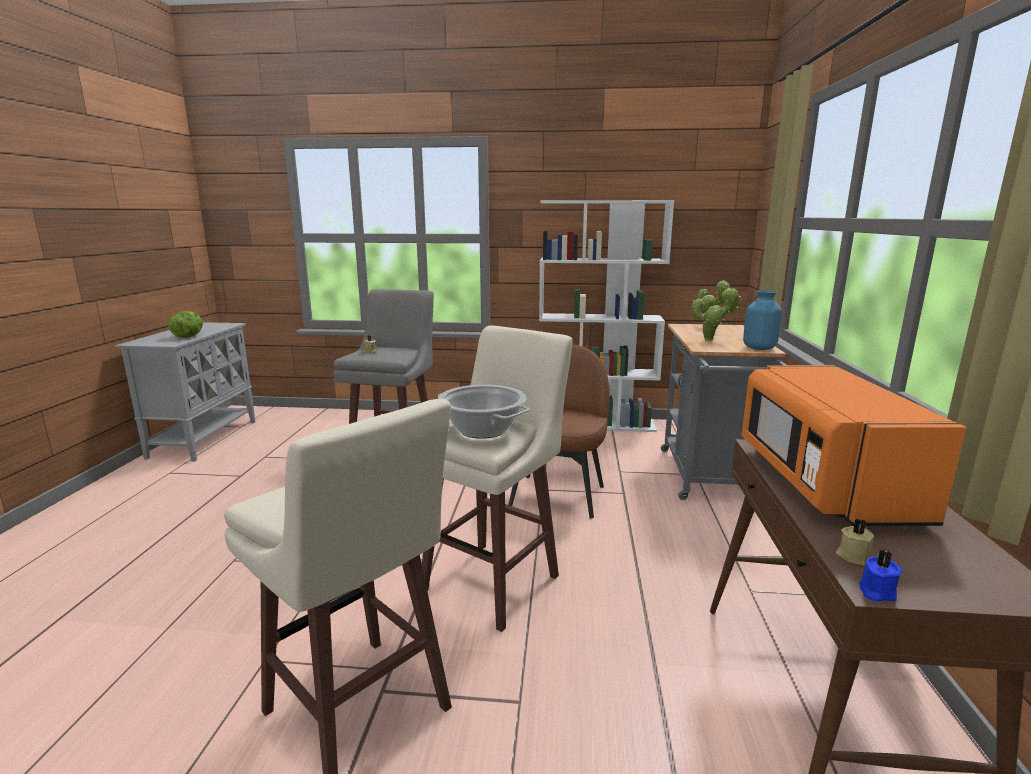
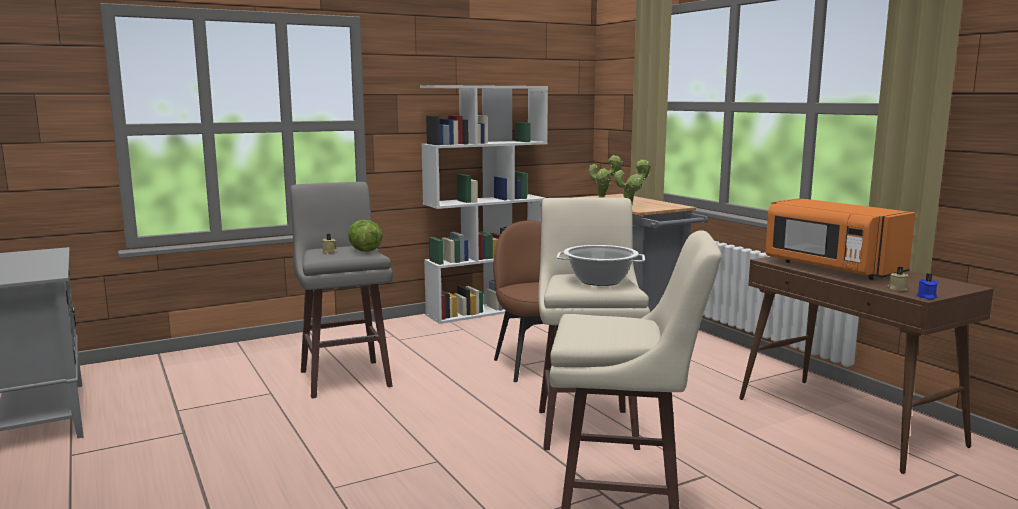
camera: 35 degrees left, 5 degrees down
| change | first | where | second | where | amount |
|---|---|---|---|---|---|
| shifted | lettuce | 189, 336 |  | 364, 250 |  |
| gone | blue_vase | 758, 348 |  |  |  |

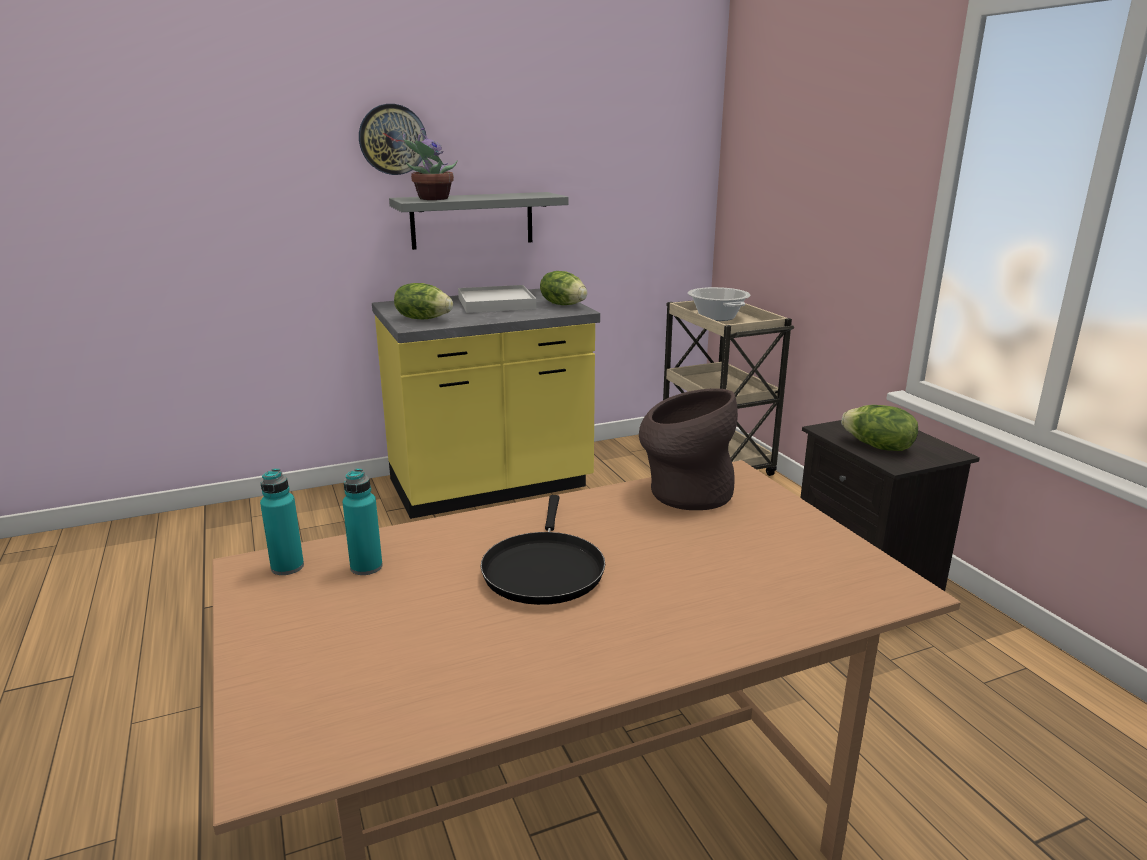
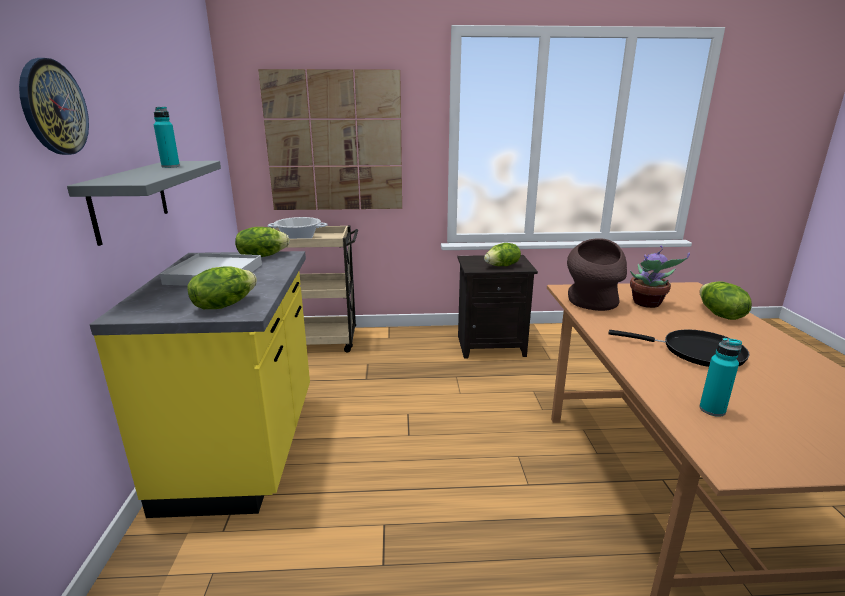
camera: 70 degrees left, 0 degrees up
| change | first | where | second | where | amount |
|---|---|---|---|---|---|
| shifted | turquoise_bottle | 287, 567 |  | 170, 166 |  |
| new |  |  | picture | 334, 142 |  |
| shifted | potted_plant | 431, 199 |  | 647, 304 |  |
| new |  |  | lettuce | 719, 314 |  |

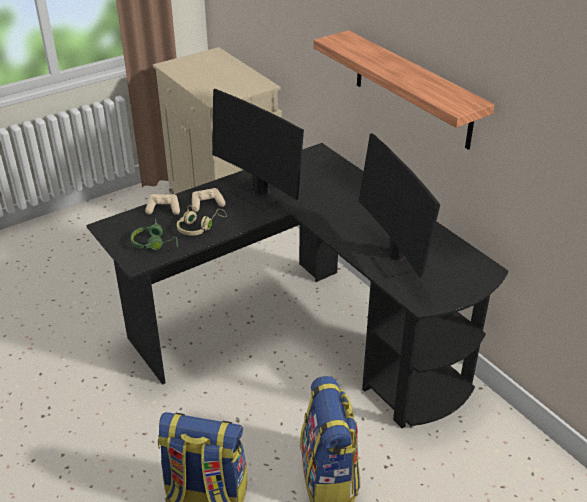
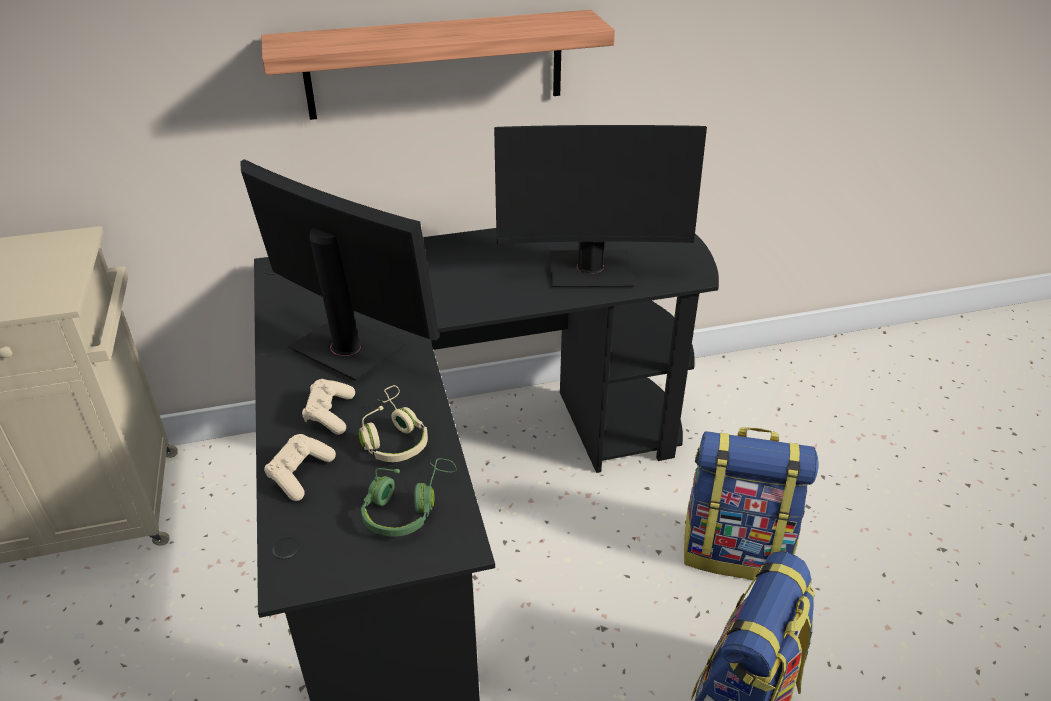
camera: 70 degrees left, 0 degrees up
| change | first | where | second | where | amount |
|---|---|---|---|---|---|
| rotated | monitor | 260, 194 |  | 347, 348 | 120 degrees counterclockwise |

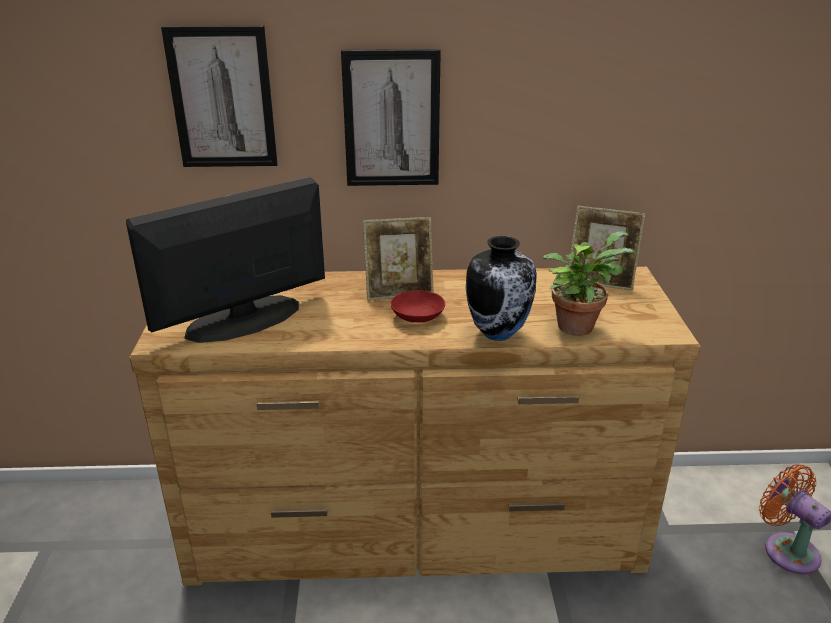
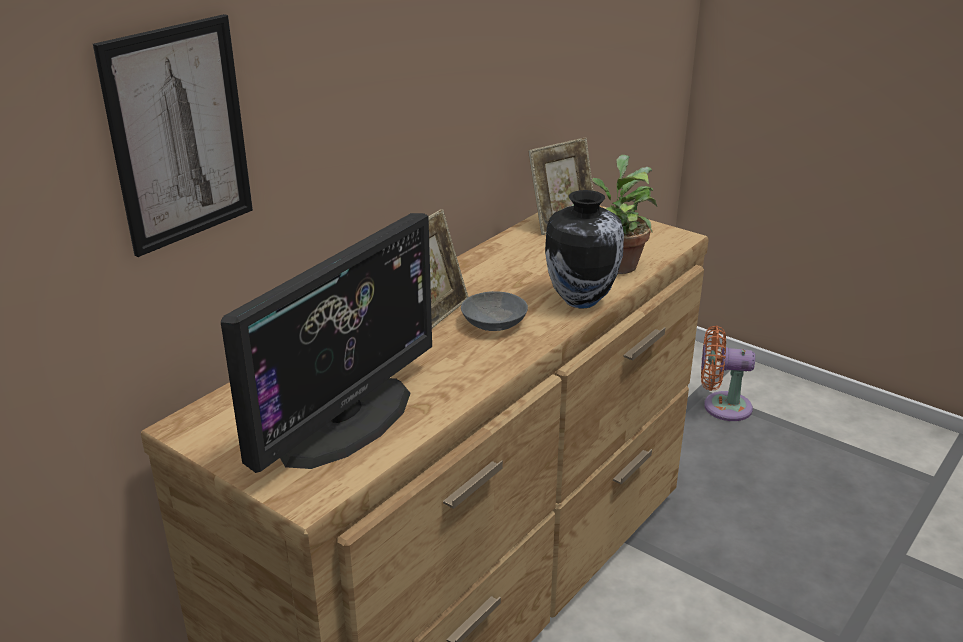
camera: 50 degrees left, 0 degrees up
| change | first | where | second | where | amount |
|---|---|---|---|---|---|
| rotated | monitor | 243, 319 |  | 346, 420 | 150 degrees counterclockwise |
| repainted | red_bowl | 418, 316 | grey_bowl | 495, 322 |  |
| gone | picture | 391, 119 |  |  |  |

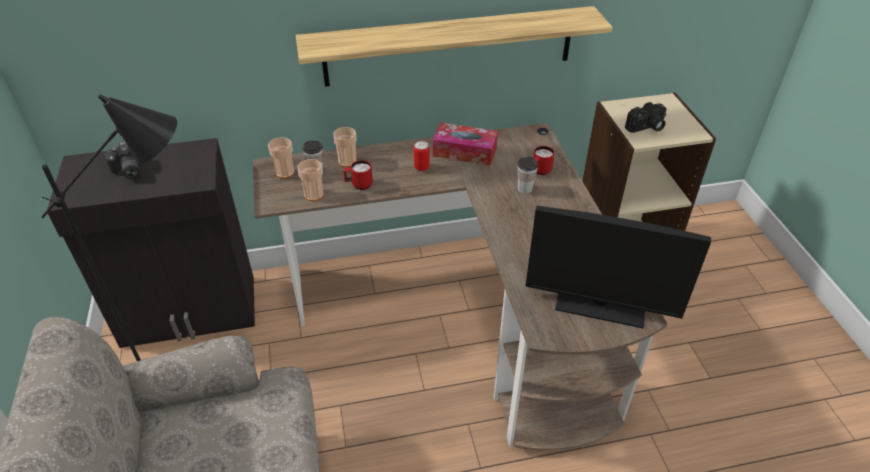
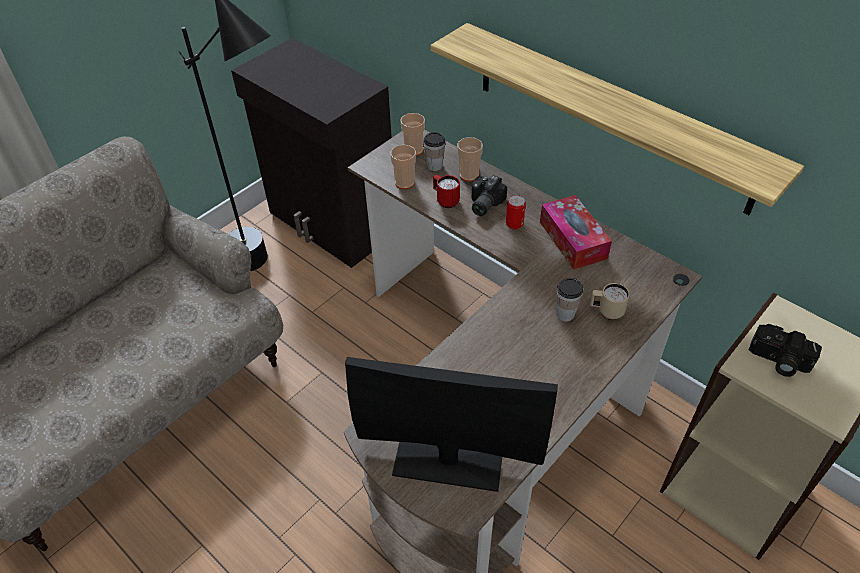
camera: 55 degrees right, 5 degrees up
| change | first | where | second | where | amount |
|---|---|---|---|---|---|
| rotated | monitor | 600, 304 |  | 448, 462 | 120 degrees clockwise |
| shifted | photo_camera | 127, 171 |  | 483, 204 |  |
| repainted | red_mug | 539, 172 | beige_mug | 606, 312 |  |

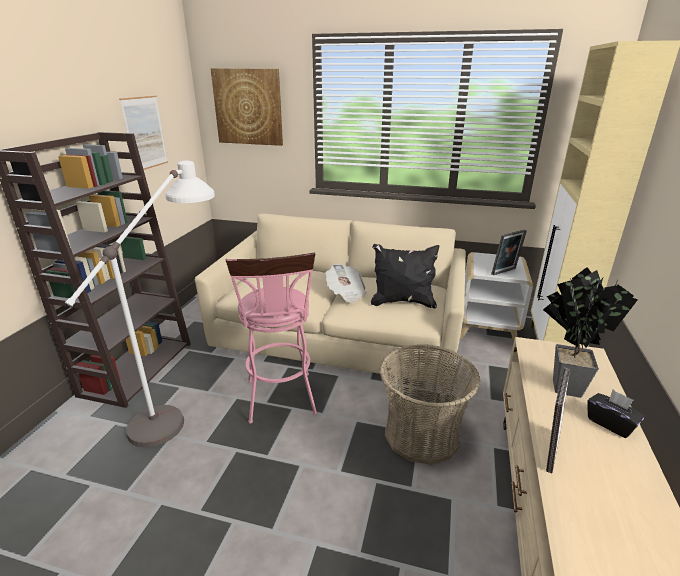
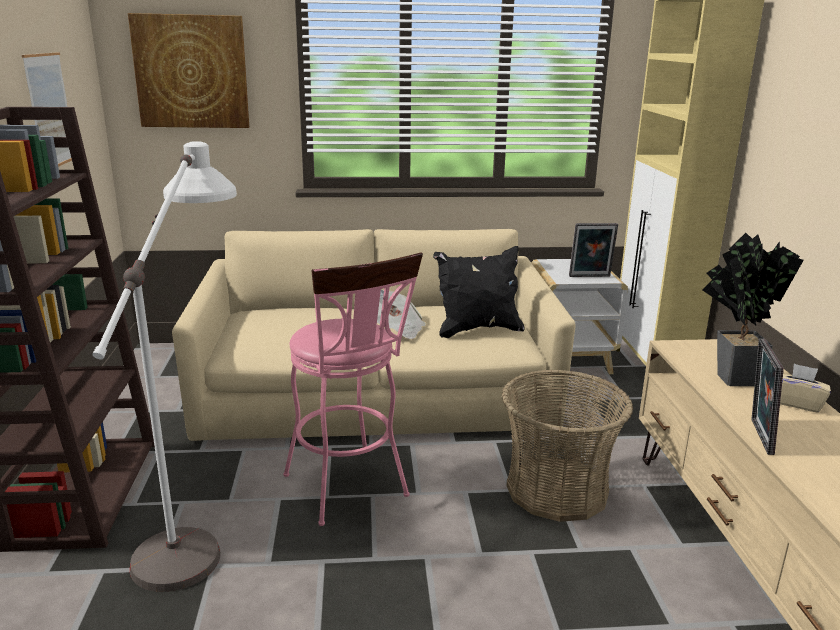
camera: 20 degrees left, 5 degrees down
| change | first | where | second | where | amount |
|---|---|---|---|---|---|
| rotated | picture_frame | 505, 272 |  | 590, 277 | 45 degrees clockwise |
| repainted | black_tissue_box | 610, 423 | beige_tissue_box | 797, 403 |  |

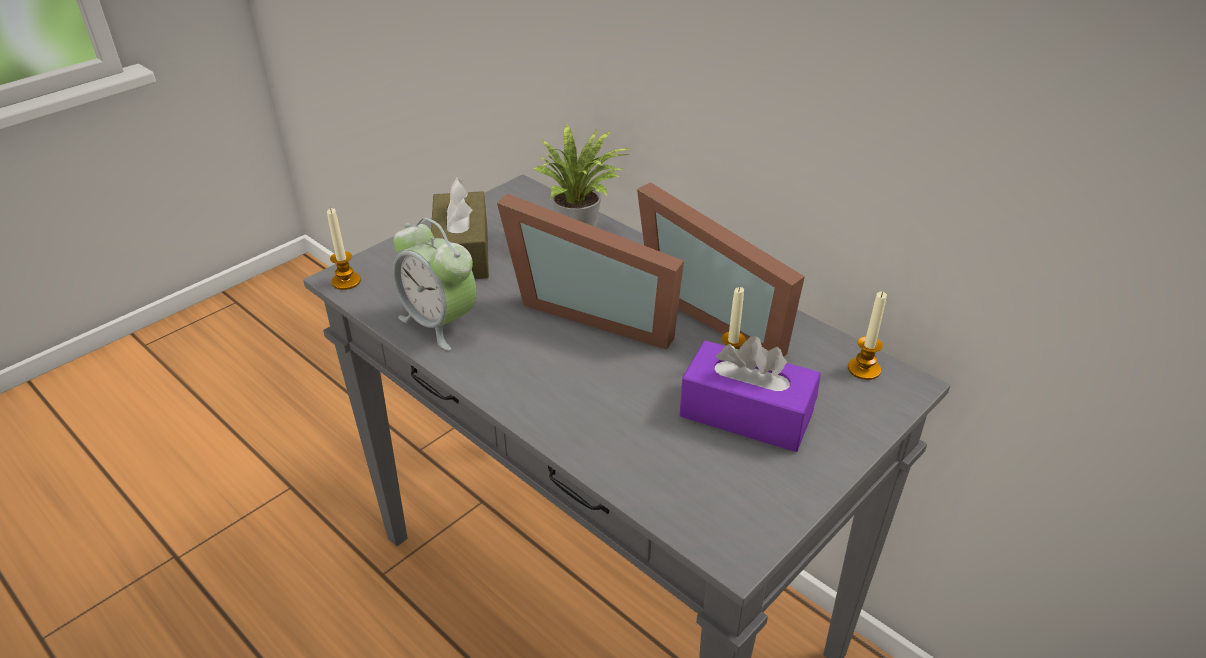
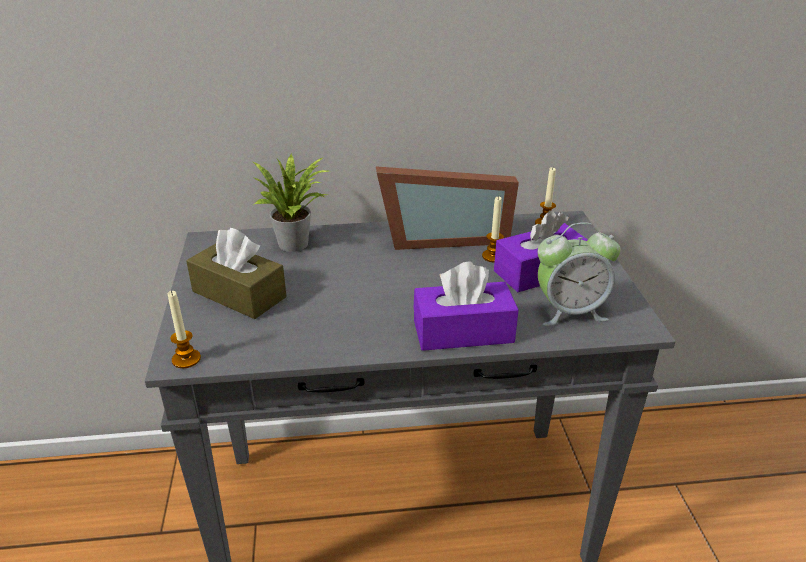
camera: 50 degrees left, 5 degrees down
| change | first | where | second | where | amount |
|---|---|---|---|---|---|
| new |  |  | purple_tissue_box | 463, 332 |  |
| shifted | alarm_clock | 440, 323 |  | 570, 312 |  |
| gone | picture_frame | 597, 309 |  |  |  |

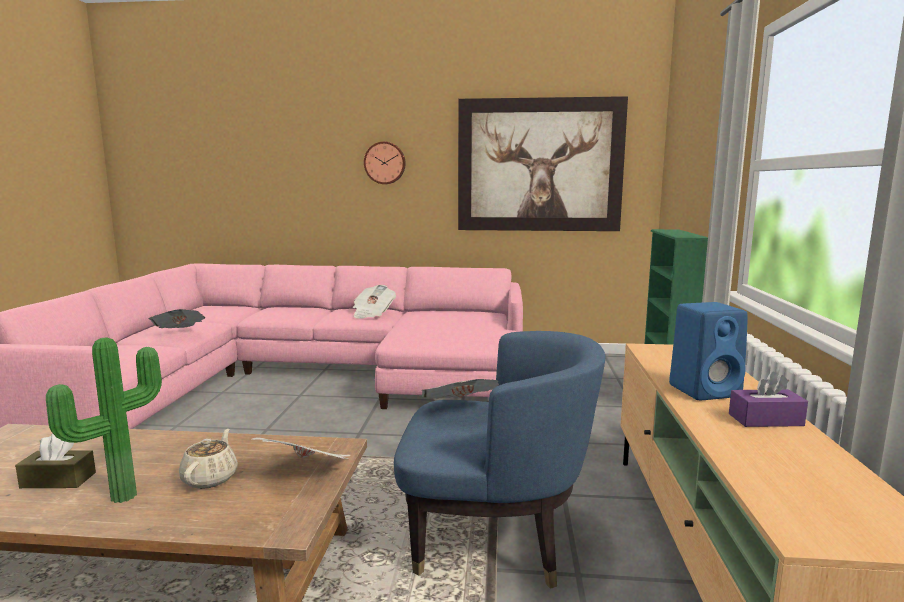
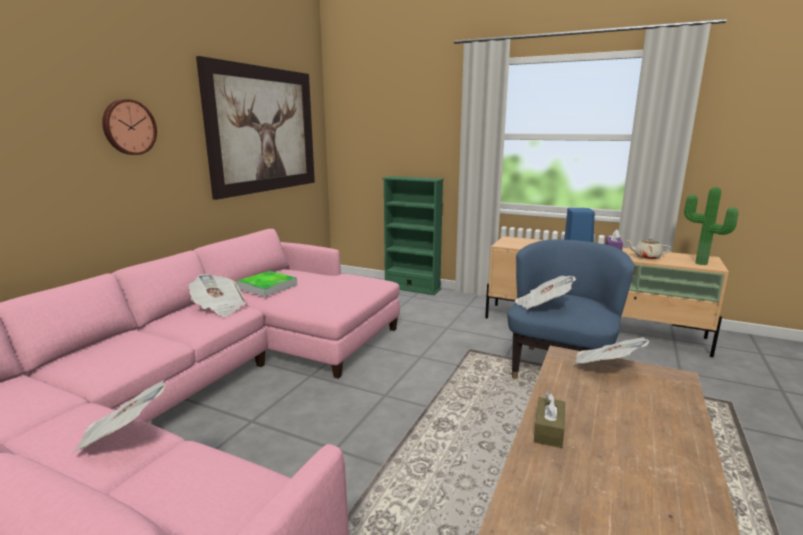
camera: 70 degrees left, 5 degrees up
| change | first | where | second | where | amount |
|---|---|---|---|---|---|
| new |  |  | tray | 267, 286 |  |
| shifted | brown_tissue_box | 58, 480 |  | 548, 430 |  |
| shifted | beige_teapot | 210, 478 |  | 646, 257 |  |
| shifted | potted_plant | 121, 495 |  | 700, 264 |  |

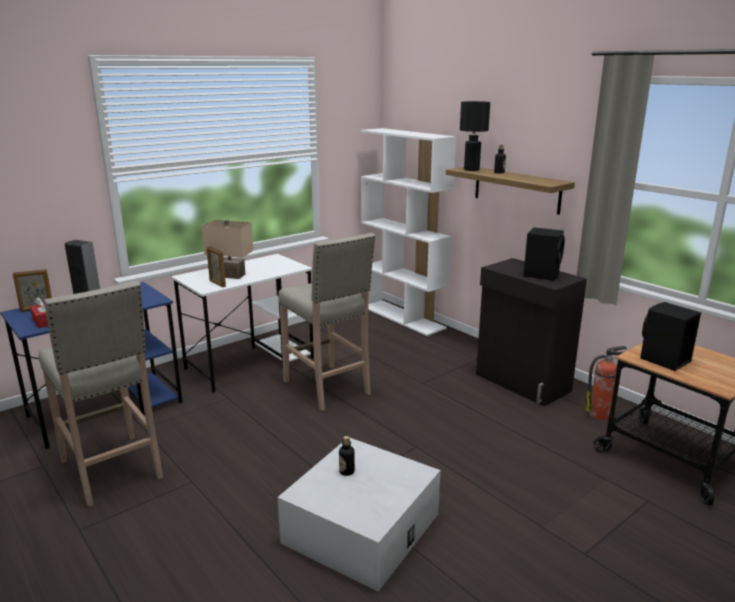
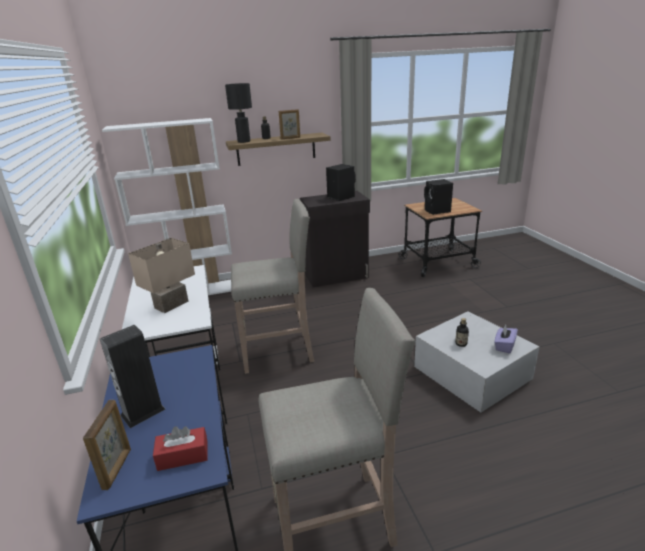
camera: 65 degrees left, 5 degrees up
| change | first | where | second | where | amount |
|---|---|---|---|---|---|
| shifted | picture_frame | 217, 284 |  | 290, 138 |  |
| new |  |  | purple_tissue_box | 504, 346 |  |
| gone | fire_extinguisher | 601, 414 |  |  |  |

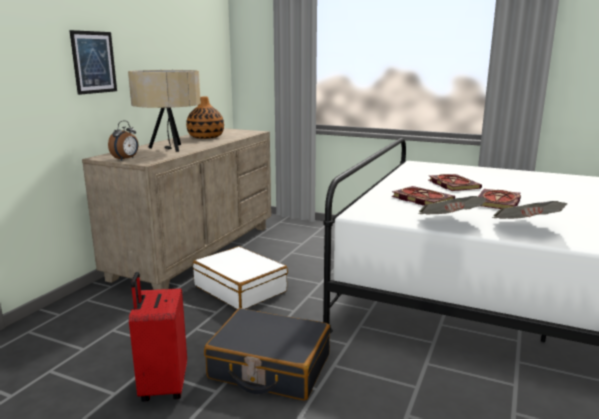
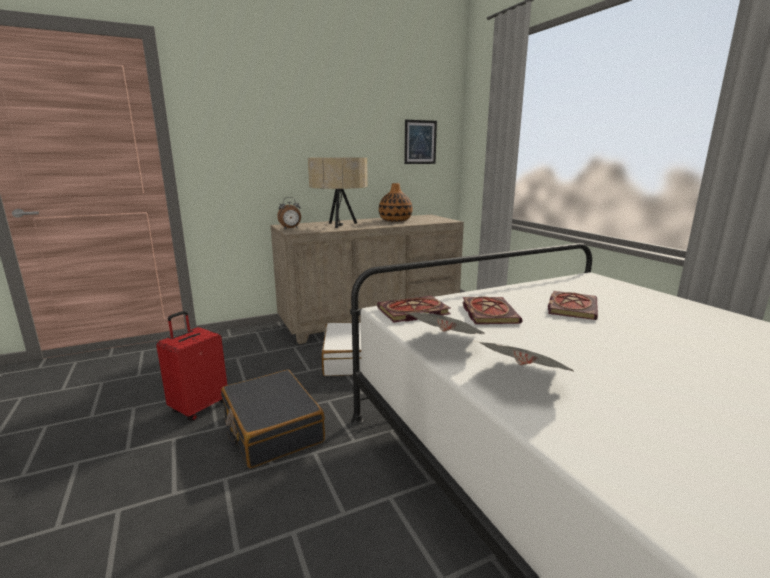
camera: 40 degrees right, 0 degrees up
| change | first | where | second | where | amount |
|---|---|---|---|---|---|
| shifted | book | 498, 202 |  | 412, 312 |  |
| shifted | picture | 94, 62 |  | 420, 142 |  |

